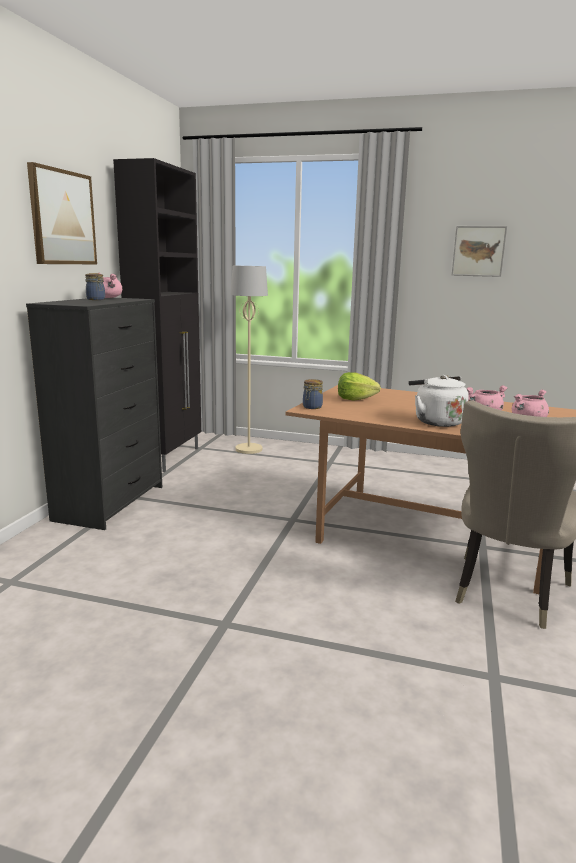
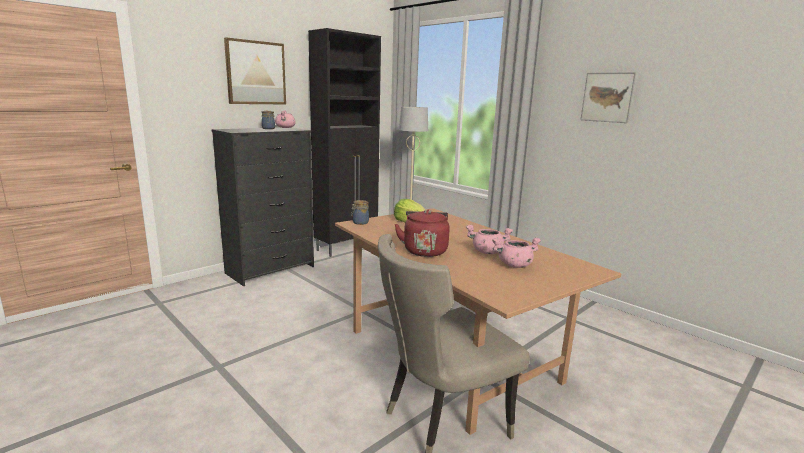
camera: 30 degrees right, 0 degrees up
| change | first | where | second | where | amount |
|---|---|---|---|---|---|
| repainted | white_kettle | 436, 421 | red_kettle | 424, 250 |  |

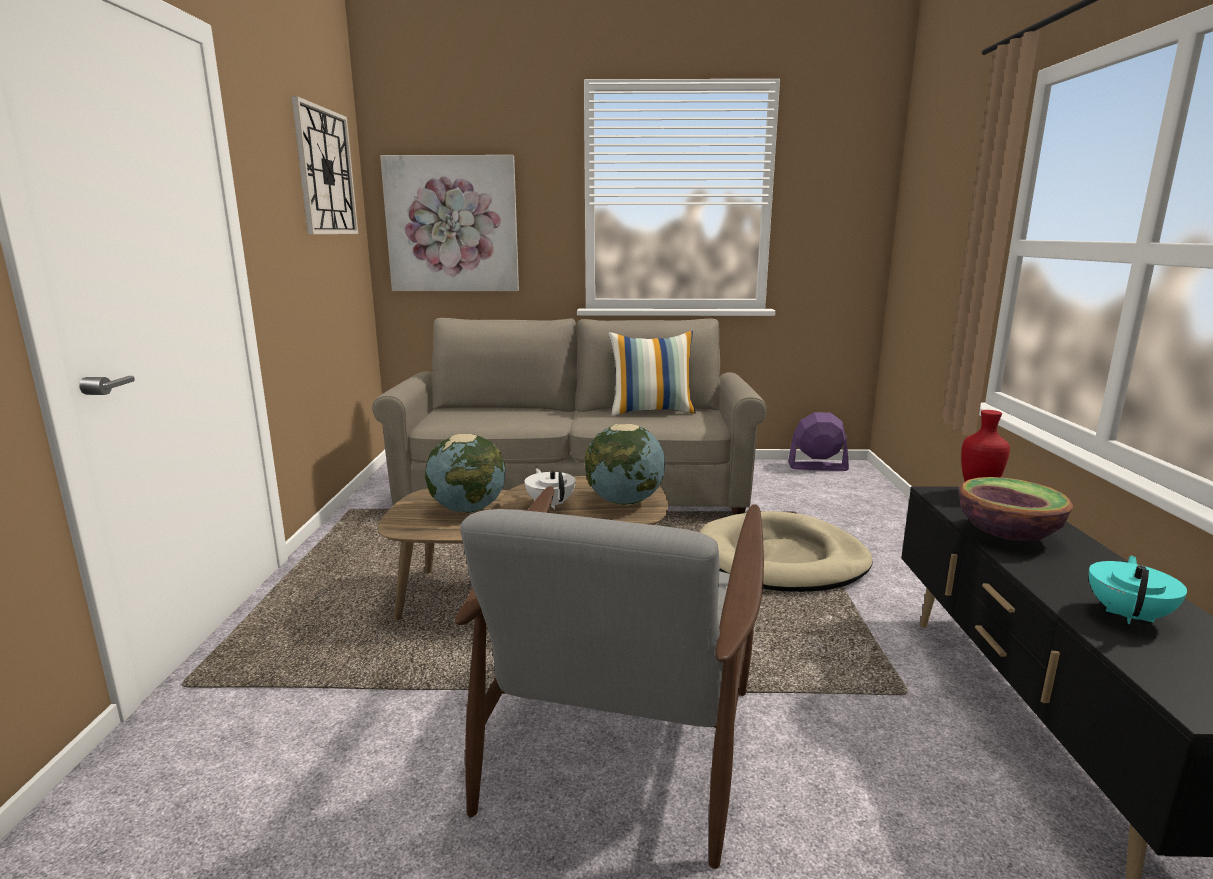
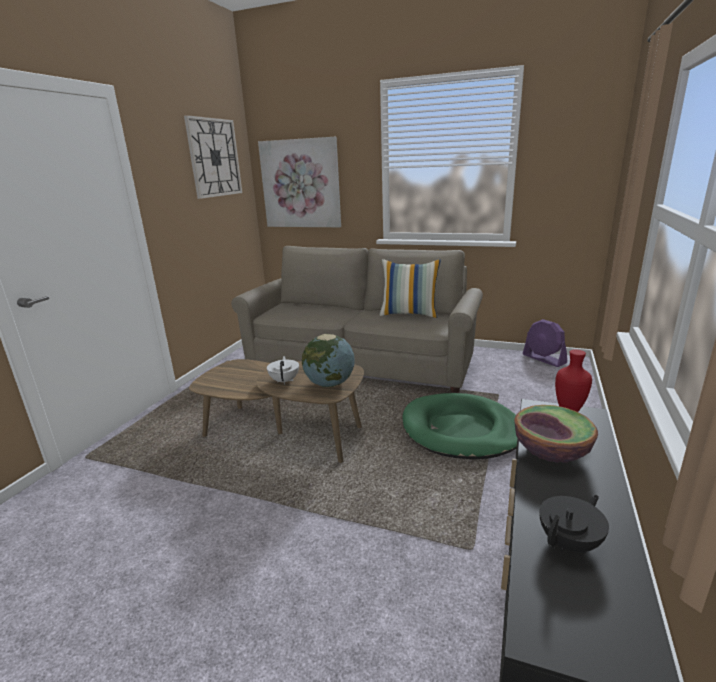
camera: 20 degrees right, 5 degrees up
| change | first | where | second | where | amount |
|---|---|---|---|---|---|
| repainted | beige_dog_bed | 781, 559 | green_dog_bed | 461, 430 |  |
| rotated | purple_fan | 817, 466 |  | 544, 359 | 150 degrees counterclockwise |
| repainted | turquoise_teapot | 1128, 615 | black_teapot | 570, 542 |  |
| gone | globe | 468, 509 |  |  |  |
| gone | grey_armchair | 620, 737 |  |  |  |

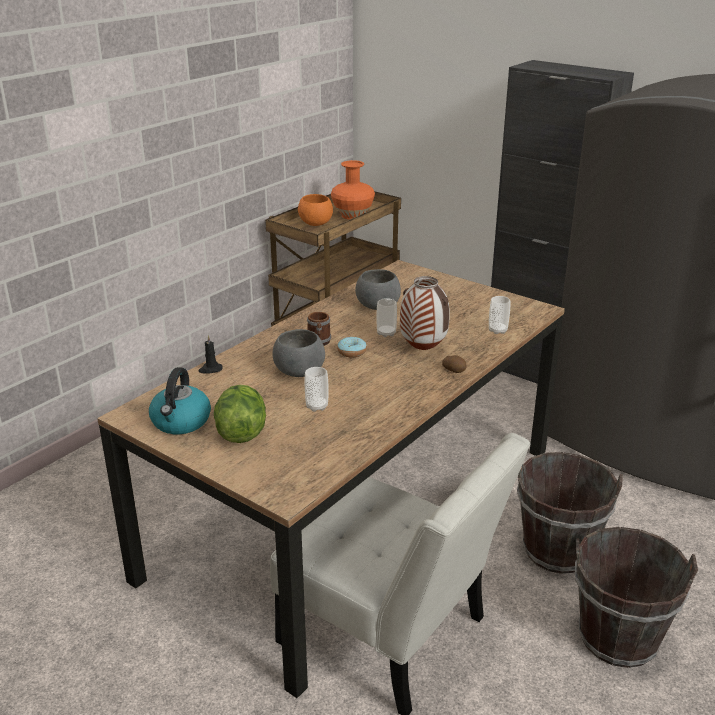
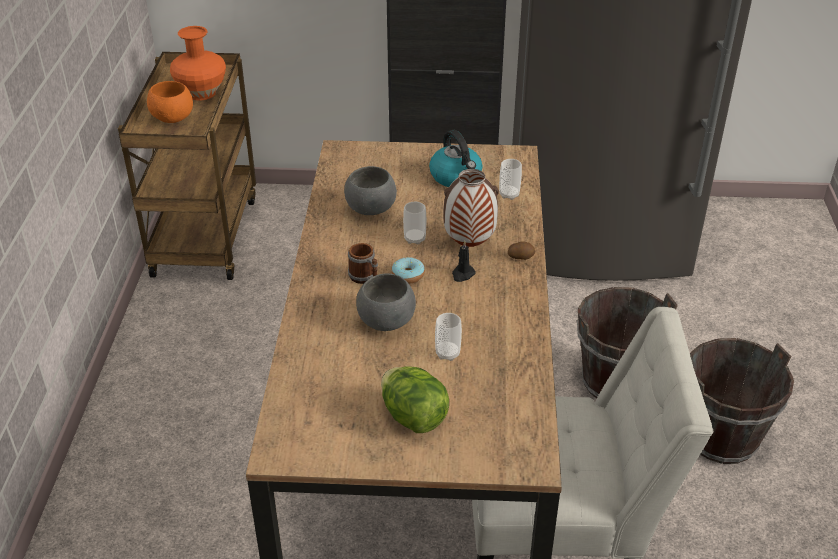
camera: 35 degrees left, 10 degrees up
| change | first | where | second | where | amount |
|---|---|---|---|---|---|
| shifted | kettle | 181, 422 |  | 456, 177 |  |
| shifted | black_candle | 210, 369 |  | 462, 274 |  |

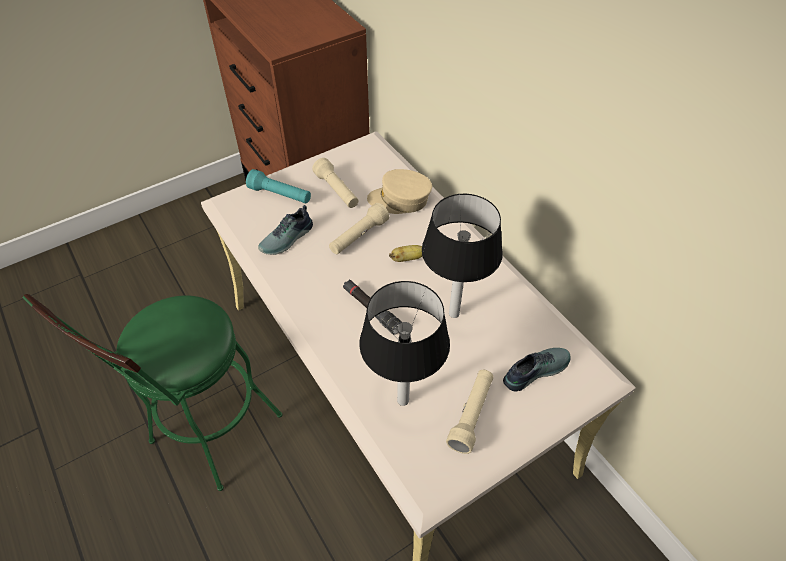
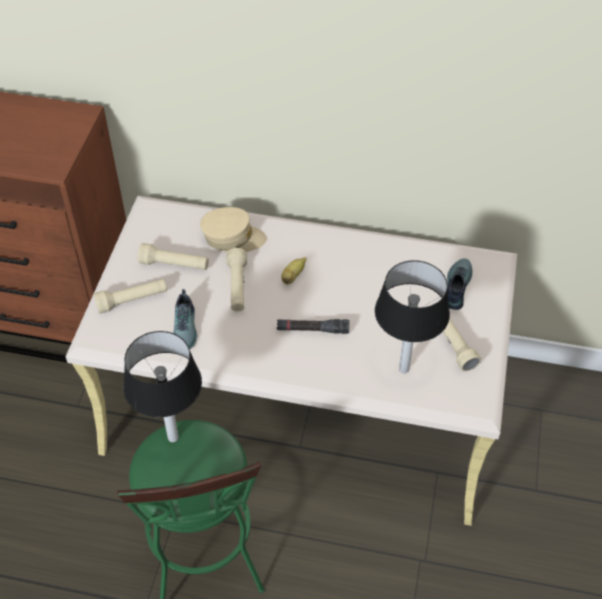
camera: 45 degrees left, 0 degrees up
| change | first | where | second | where | amount |
|---|---|---|---|---|---|
| repainted | turquoise_flashlight | 280, 195 | beige_flashlight | 132, 300 |  |
| shifted | table_lamp | 454, 313 |  | 173, 437 |  |
| rotated | beige_cap | 400, 200 |  | 233, 238 | 135 degrees counterclockwise |

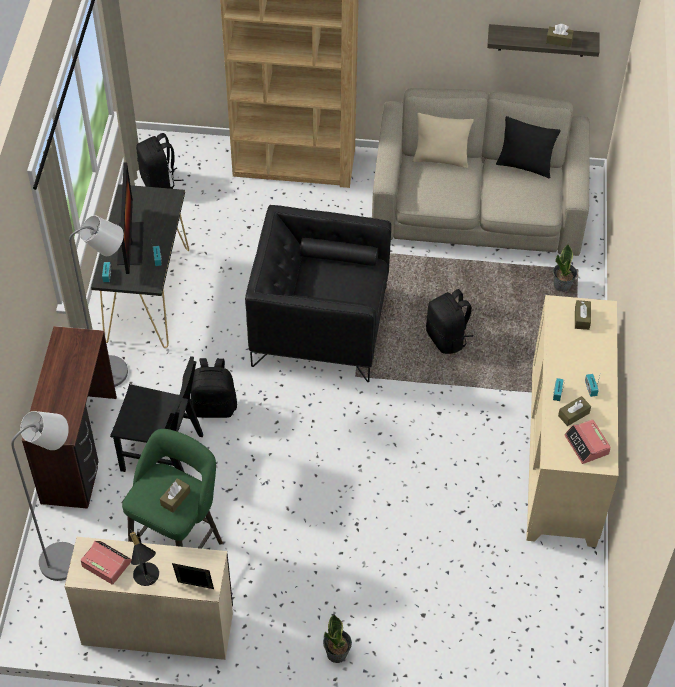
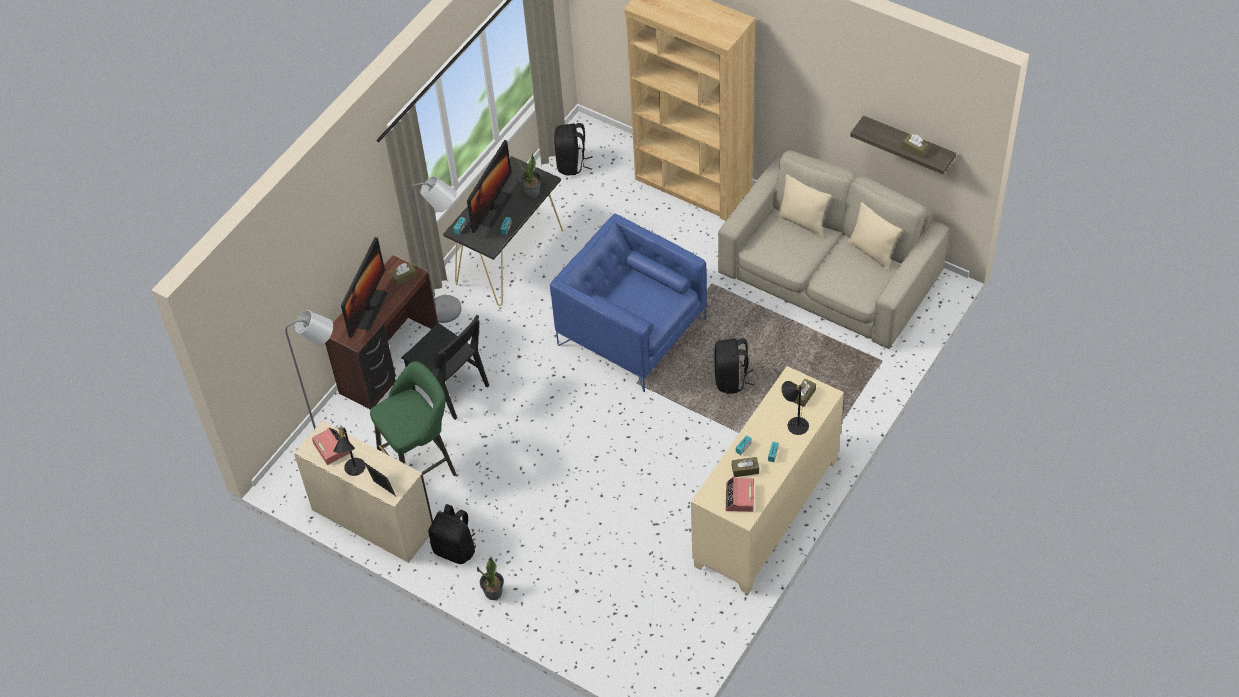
camera: 30 degrees right, 0 degrees up
| change | first | where | second | where | amount |
|---|---|---|---|---|---|
| new |  |  | monitor | 368, 309 |  |
| shifted | brown_tissue_box | 175, 498 |  | 404, 277 |  |
| shifted | black_backpack | 214, 406 |  | 455, 549 |  |
| shifted | potted_plant | 562, 285 |  | 532, 192 |  |
| repainted | black_armchair | 319, 327 | blue_armchair | 631, 332 |  |
| new |  |  | black_table_lamp | 794, 423 |  |
| repainted | black_pillow | 524, 166 | beige_pillow | 872, 252 |  |

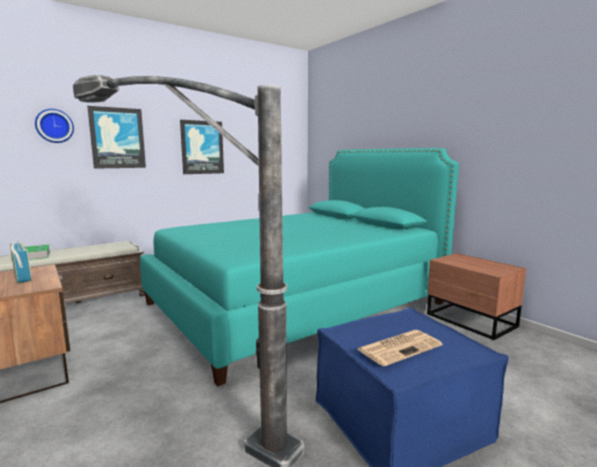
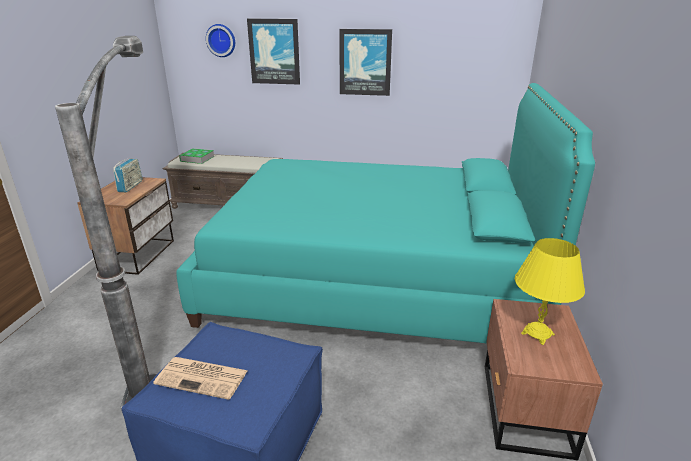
camera: 45 degrees right, 15 degrees up
| change | first | where | second | where | amount |
|---|---|---|---|---|---|
| new |  |  | yellow_table_lamp | 537, 334 |  |

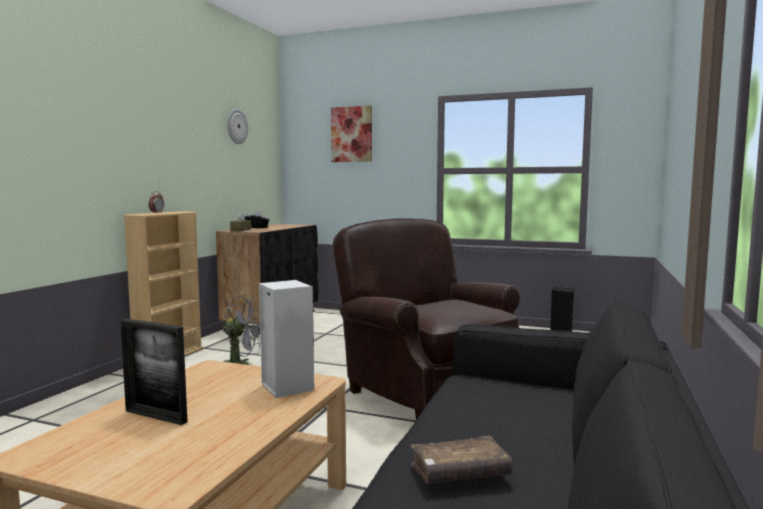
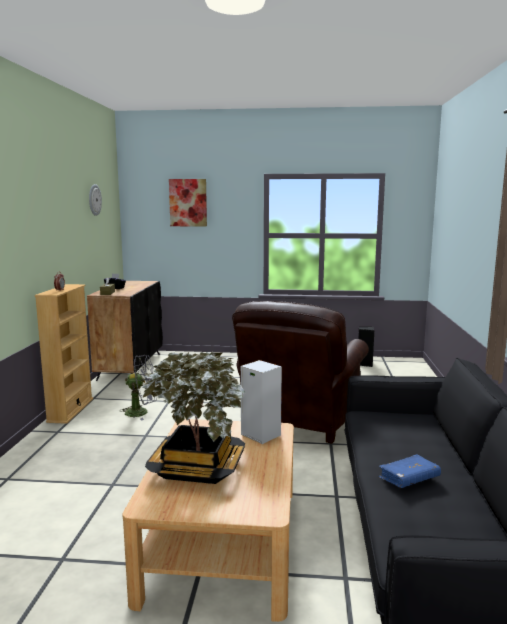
camera: 15 degrees left, 5 degrees up
| change | first | where | second | where | amount |
|---|---|---|---|---|---|
| swapped | picture_frame | 155, 416 | potted_plant | 197, 468 |  |
| rotated | brown_armchair | 426, 393 |  | 299, 420 | 105 degrees counterclockwise |
| repainted | brown_book | 459, 473 | blue_book | 409, 478 |  |

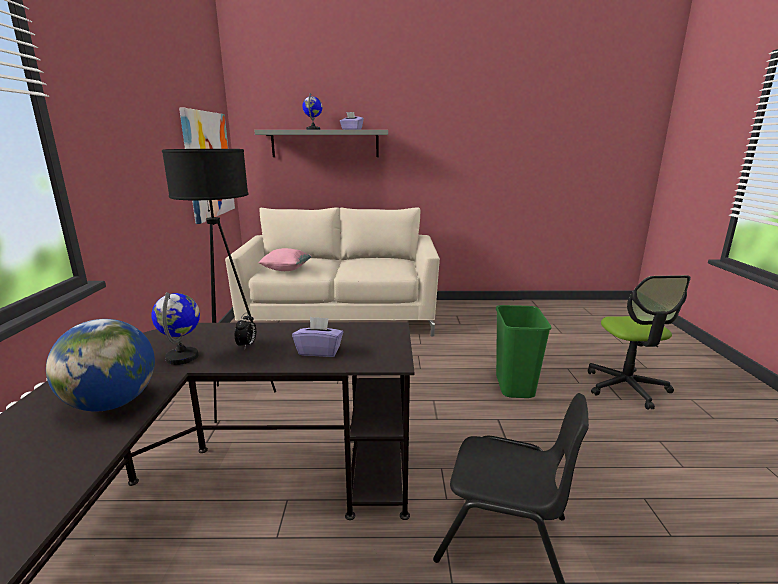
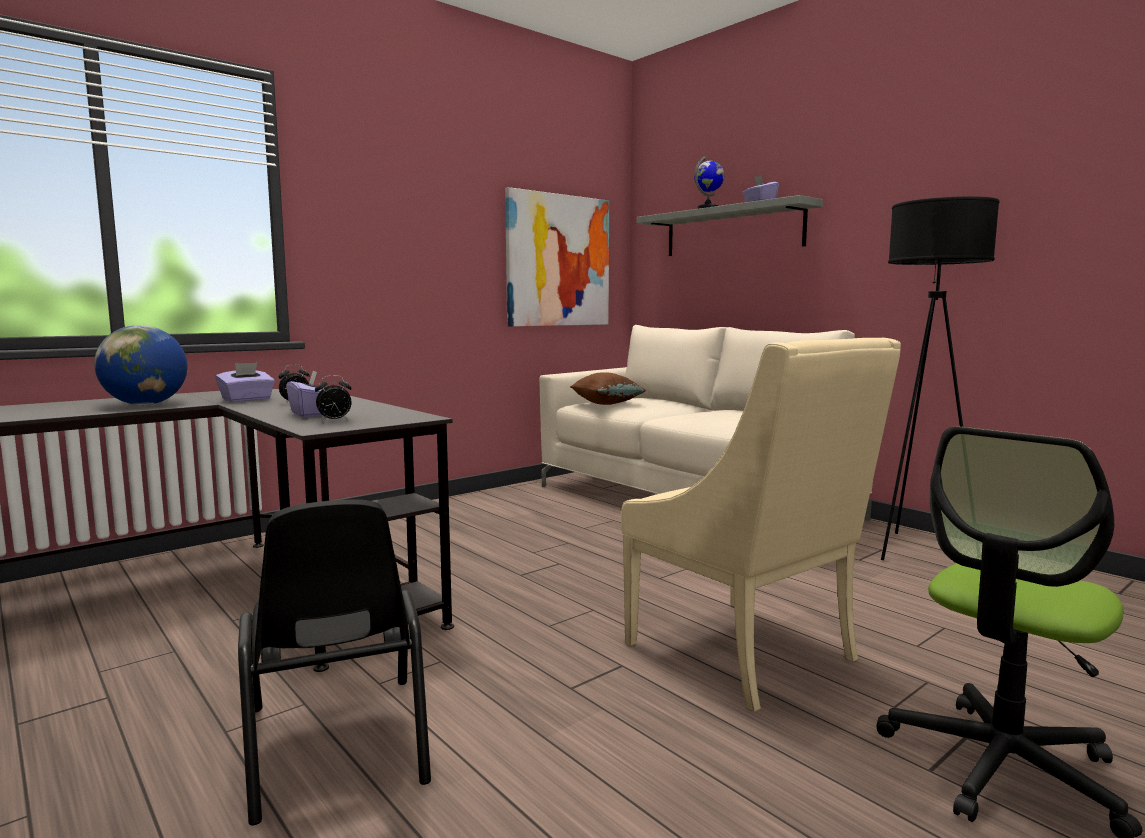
camera: 50 degrees right, 10 degrees down
| change | first | where | second | where | amount |
|---|---|---|---|---|---|
| swapped | globe | 182, 357 | purple_tissue_box | 247, 399 |  |
| new |  |  | alarm_clock | 334, 421 |  |
| repainted | pink_pillow | 286, 269 | brown_pillow | 606, 404 |  |
| swapped | green_trash_can | 515, 387 | beige_armchair | 747, 653 |  |
| shifted | black_floor_lamp | 236, 399 |  | 917, 550 |  |

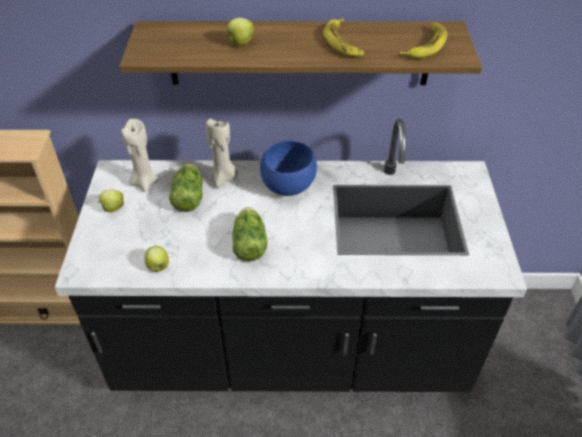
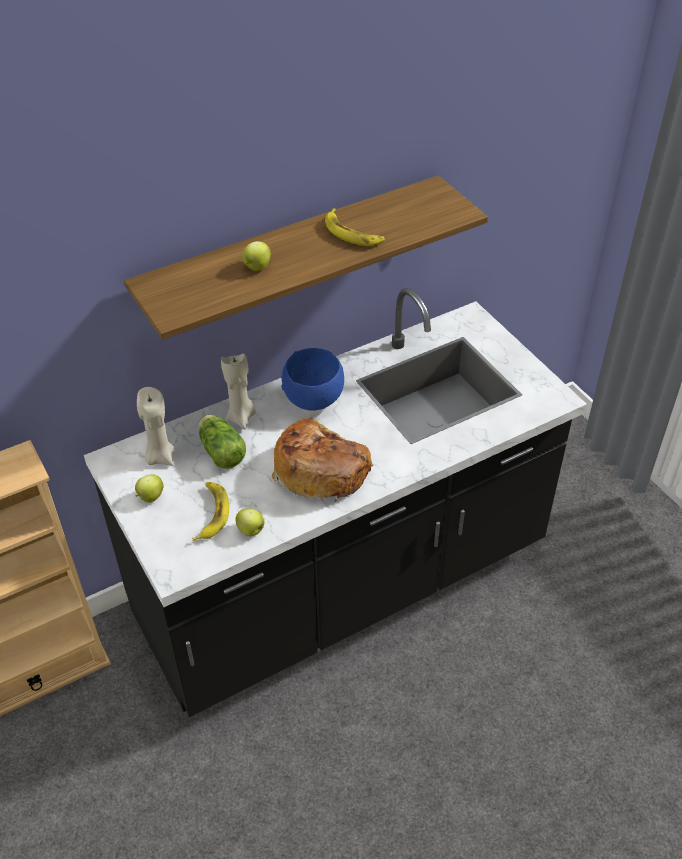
camera: 30 degrees left, 0 degrees up
| change | first | where | second | where | amount |
|---|---|---|---|---|---|
| shifted | banana | 426, 45 |  | 211, 513 |  |
| swapped | lettuce | 249, 242 | bread | 321, 468 |  |

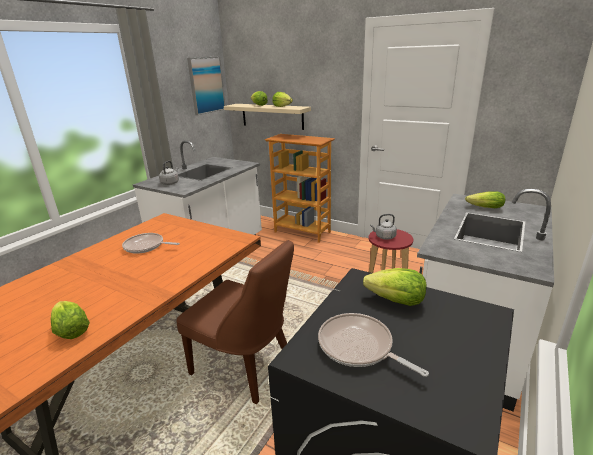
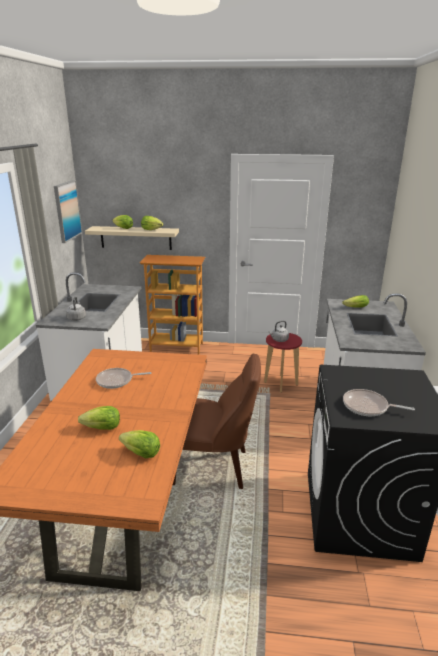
camera: 25 degrees left, 0 degrees up
| change | first | where | second | where | amount |
|---|---|---|---|---|---|
| shifted | lettuce | 396, 301 |  | 102, 428 |  |

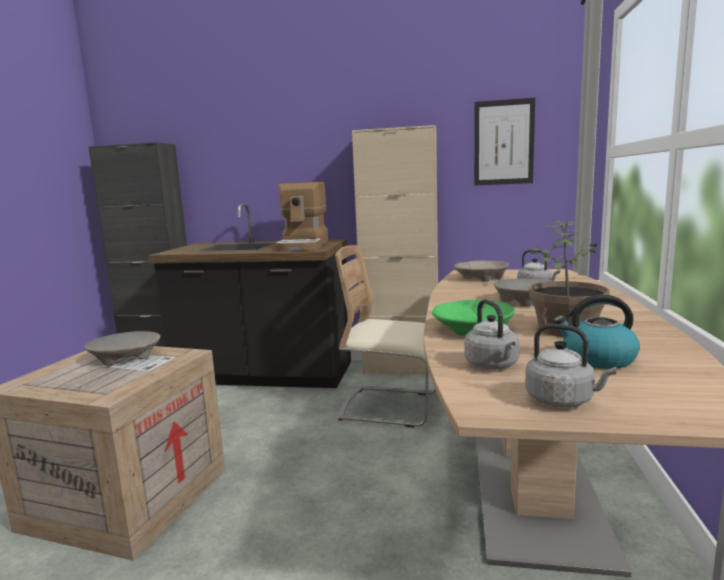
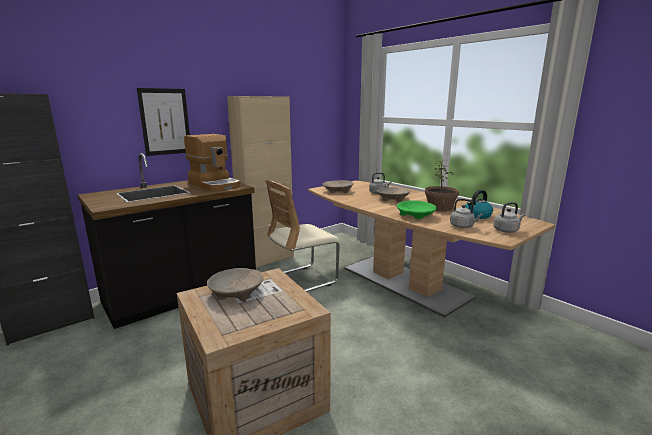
camera: 50 degrees left, 5 degrees up
| change | first | where | second | where | amount |
|---|---|---|---|---|---|
| shifted | picture | 503, 142 |  | 165, 122 |  |

